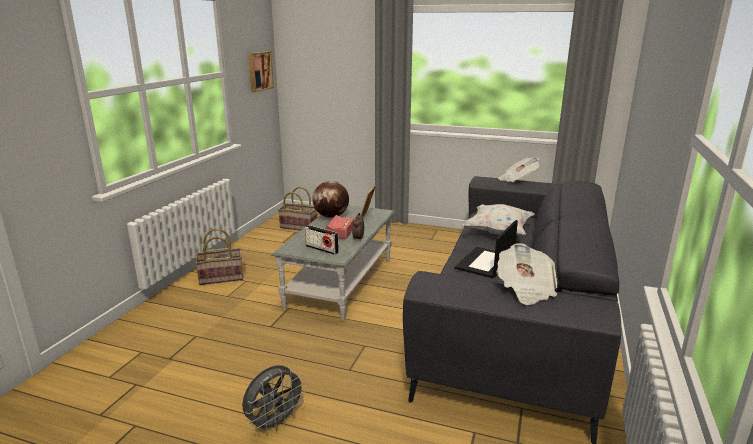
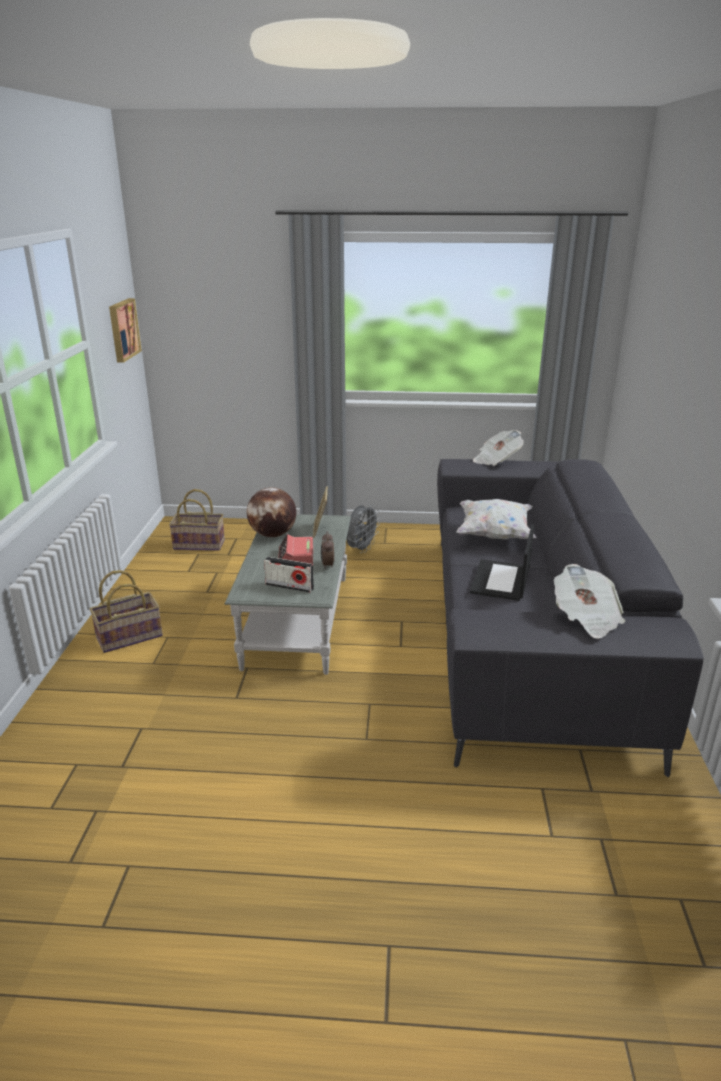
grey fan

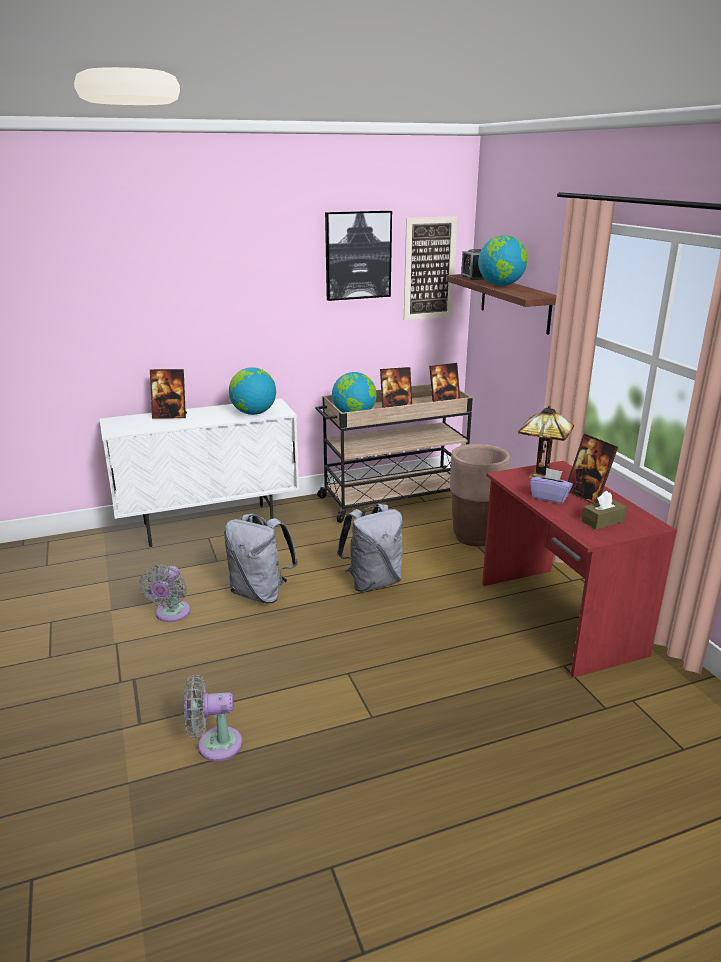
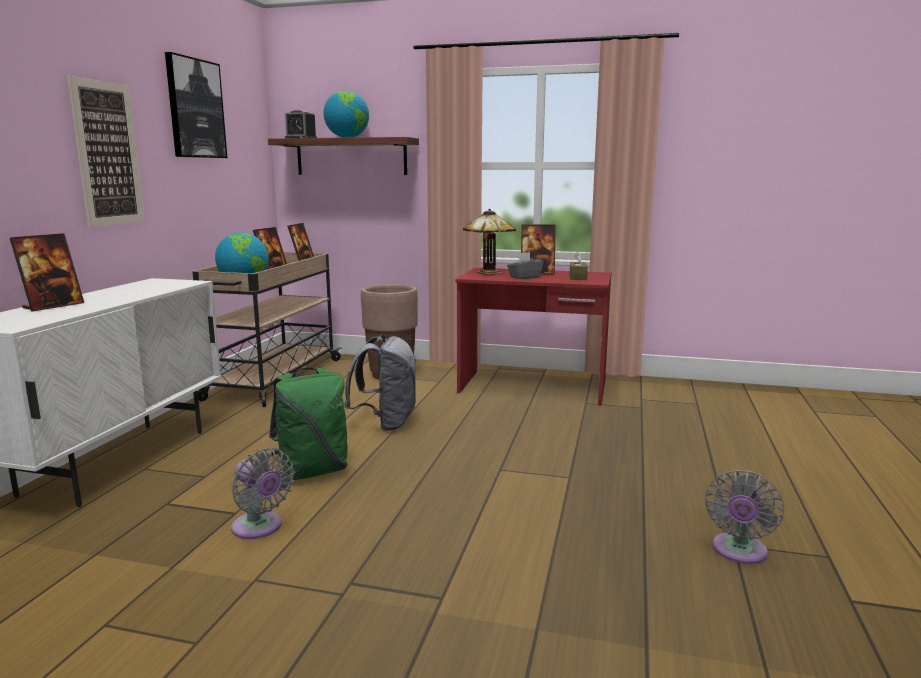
globe (1st from left in the first image)
grey fan (2nd from left)
picture (1st from left)
green backpack
grey tissue box

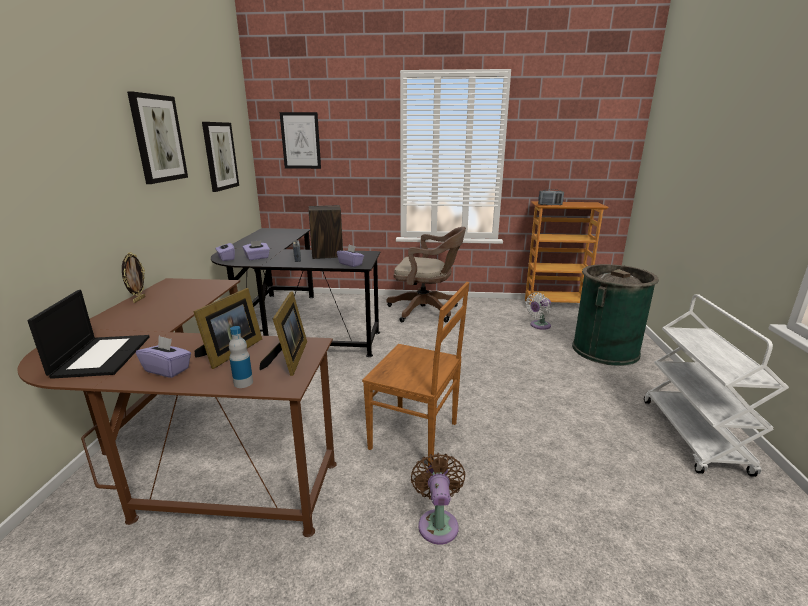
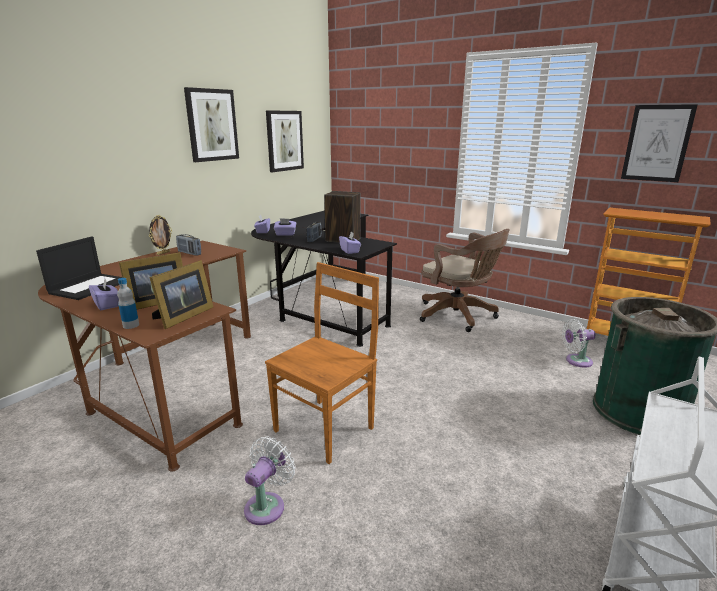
picture (3rd from left)
radio (1st from left)
white fan (1st from left)
brown chair

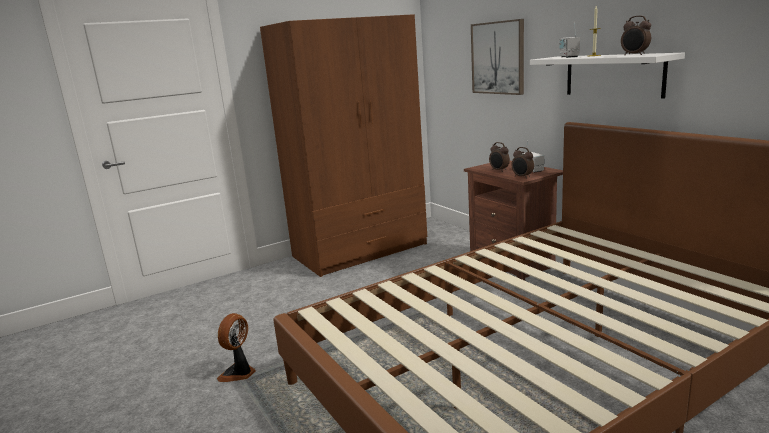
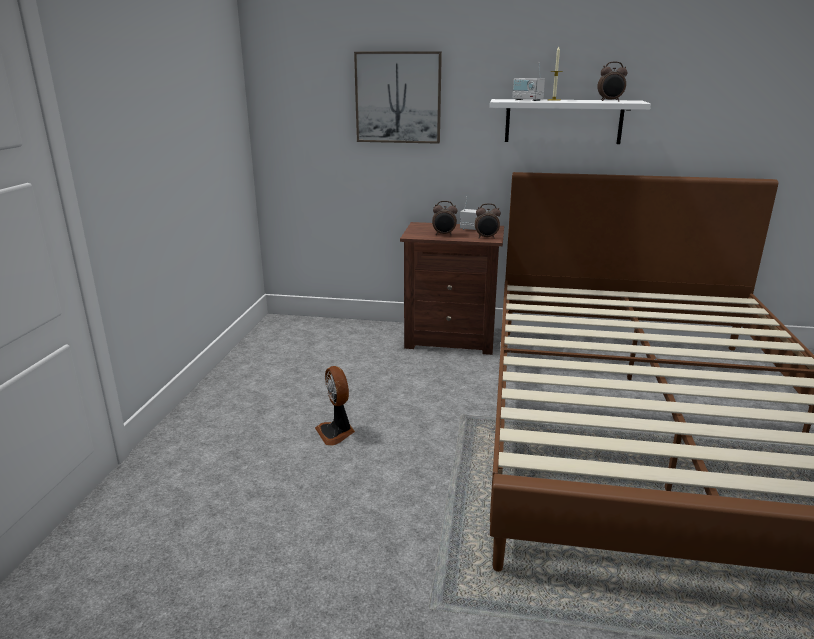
brown wardrobe
fan

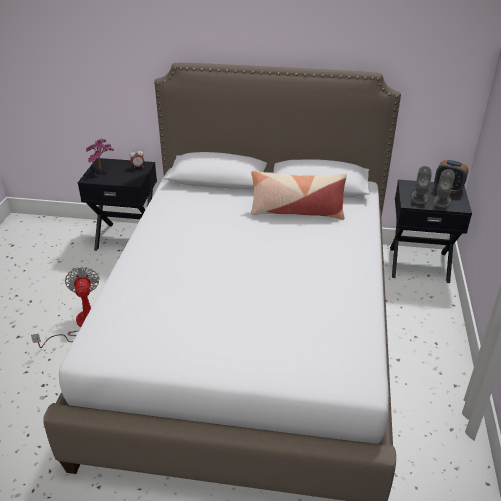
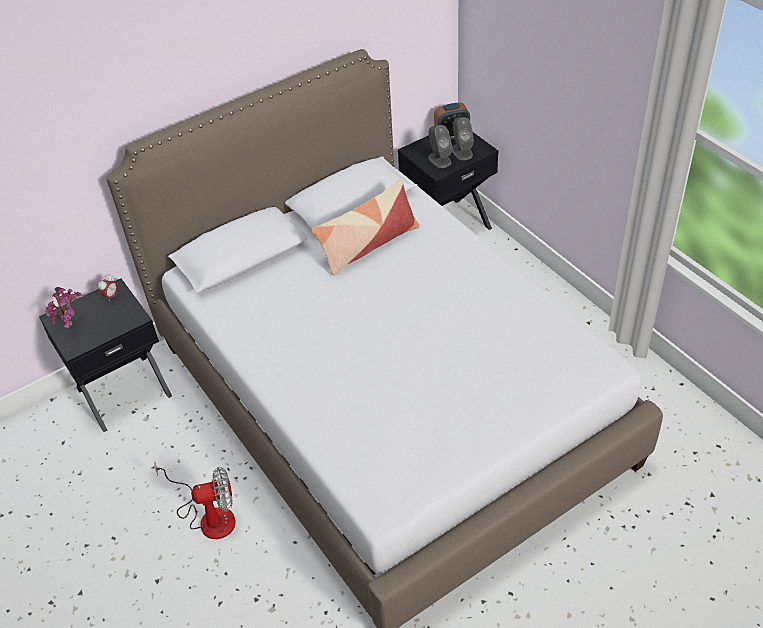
fan

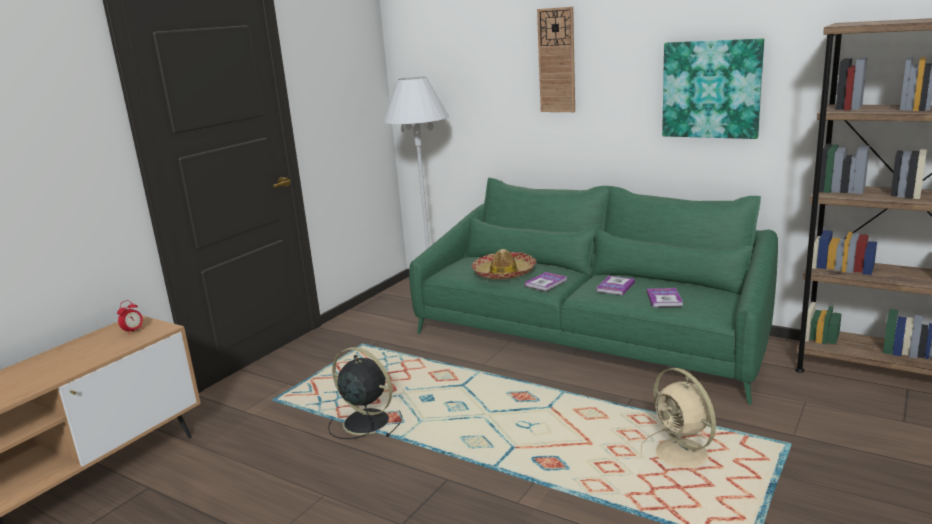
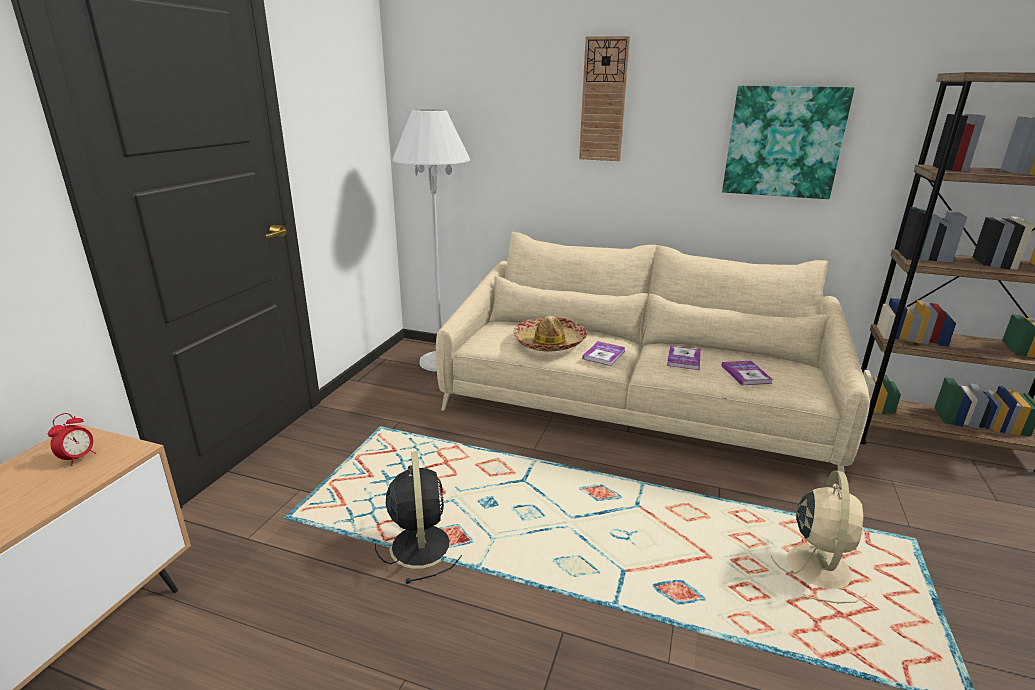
beige sofa
black fan
beige fan

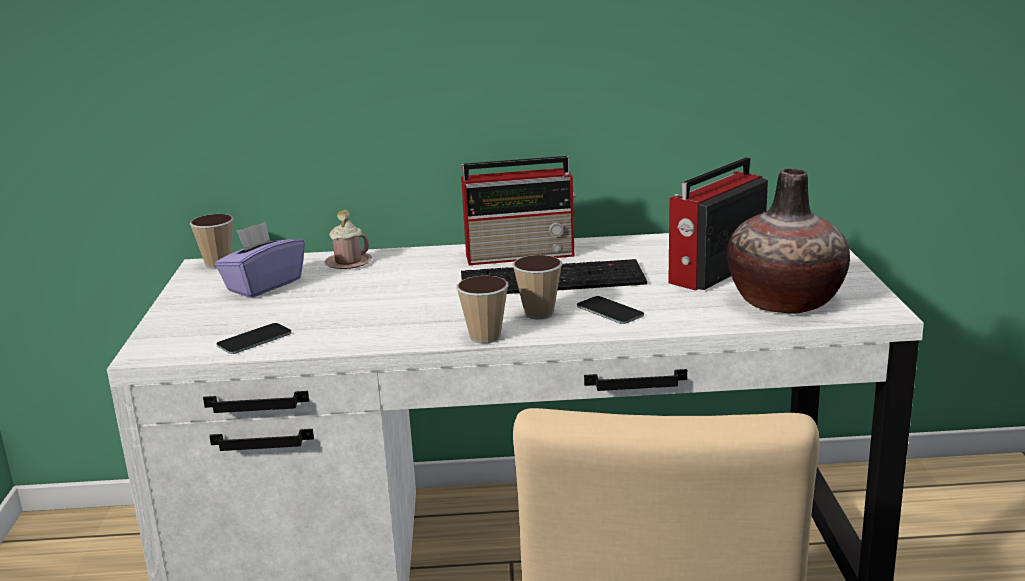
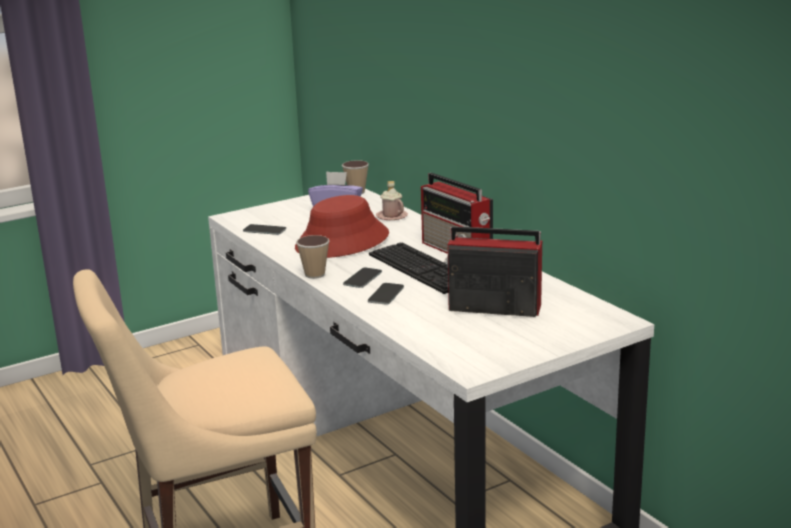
vase
red hat
phone (2nd from left)

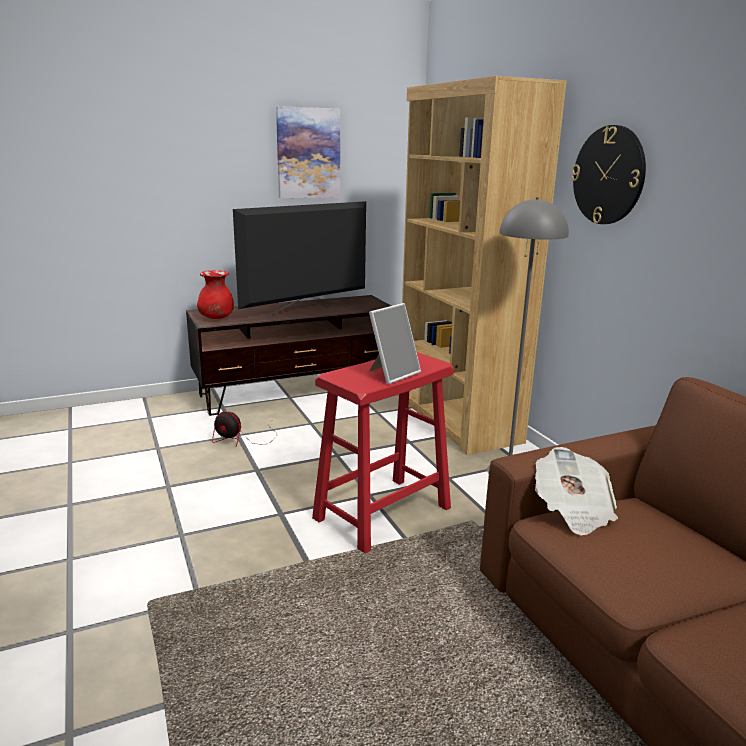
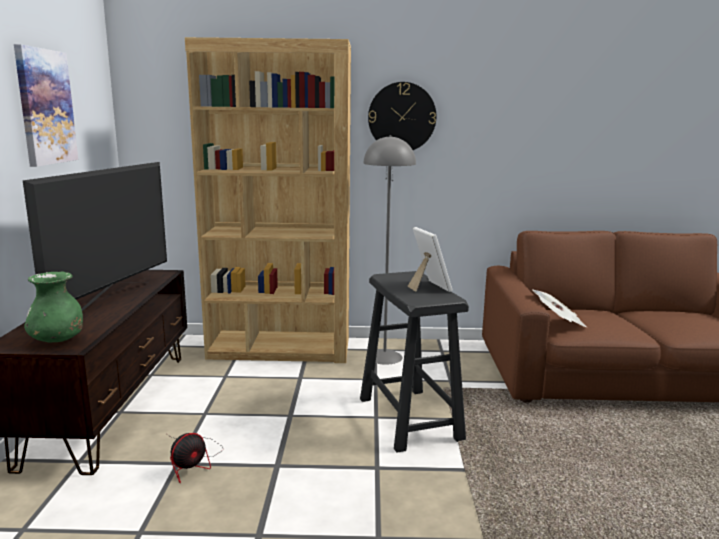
green vase
black stool
television

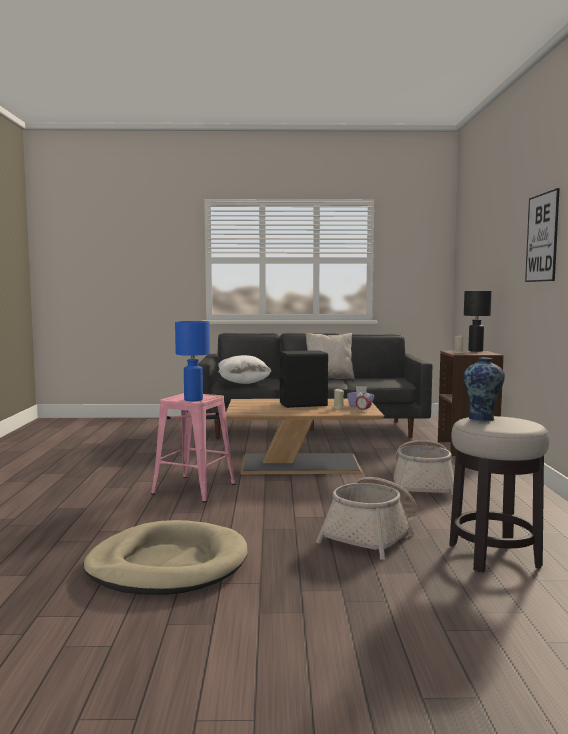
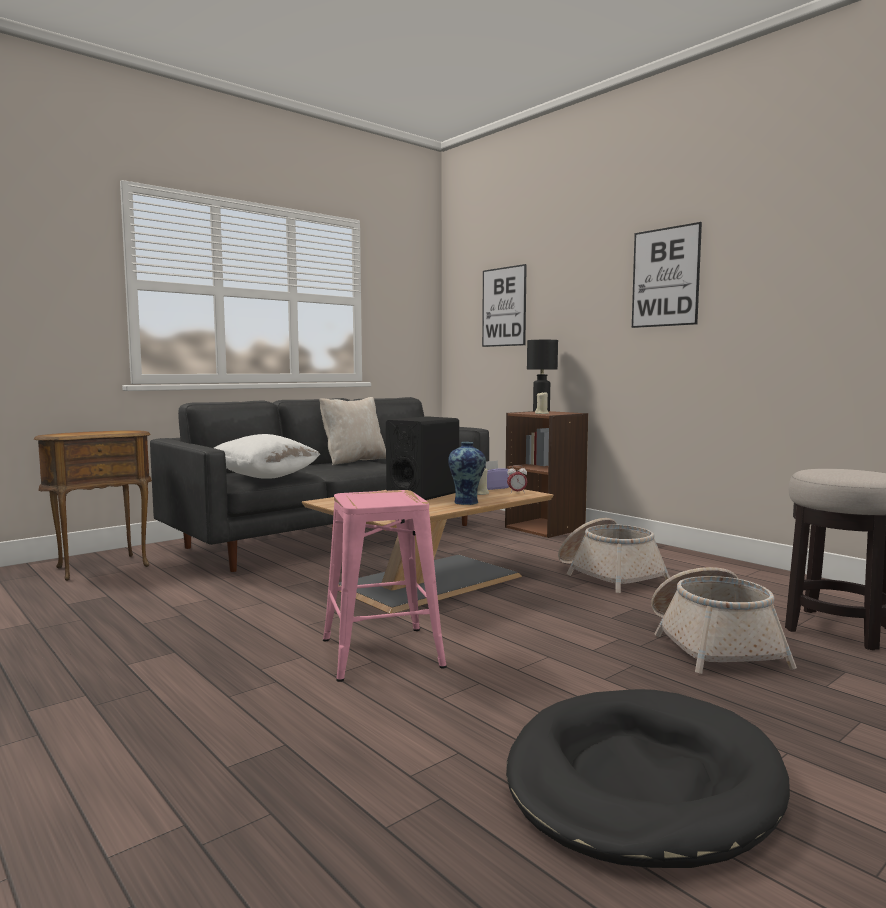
blue table lamp
brown side table
picture (1st from left)
vase
black dog bed

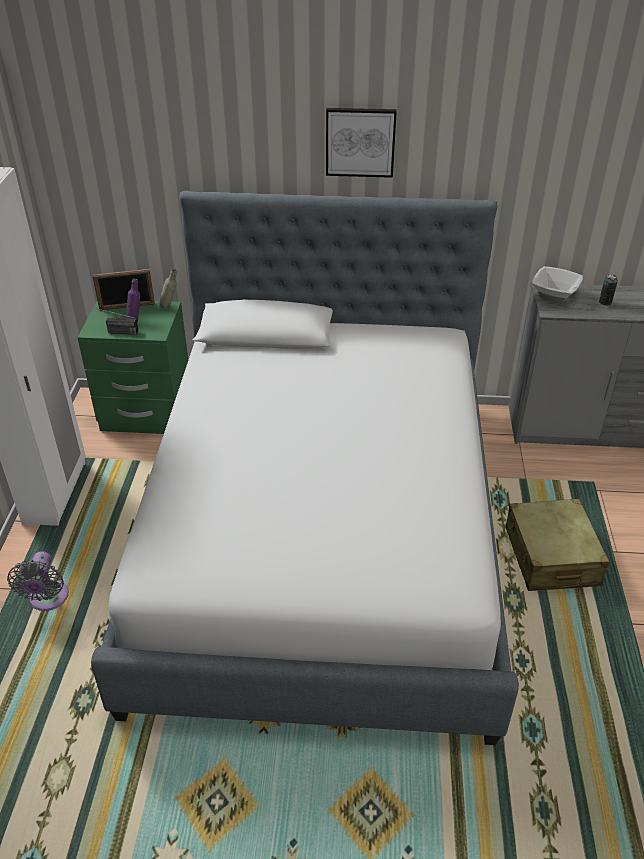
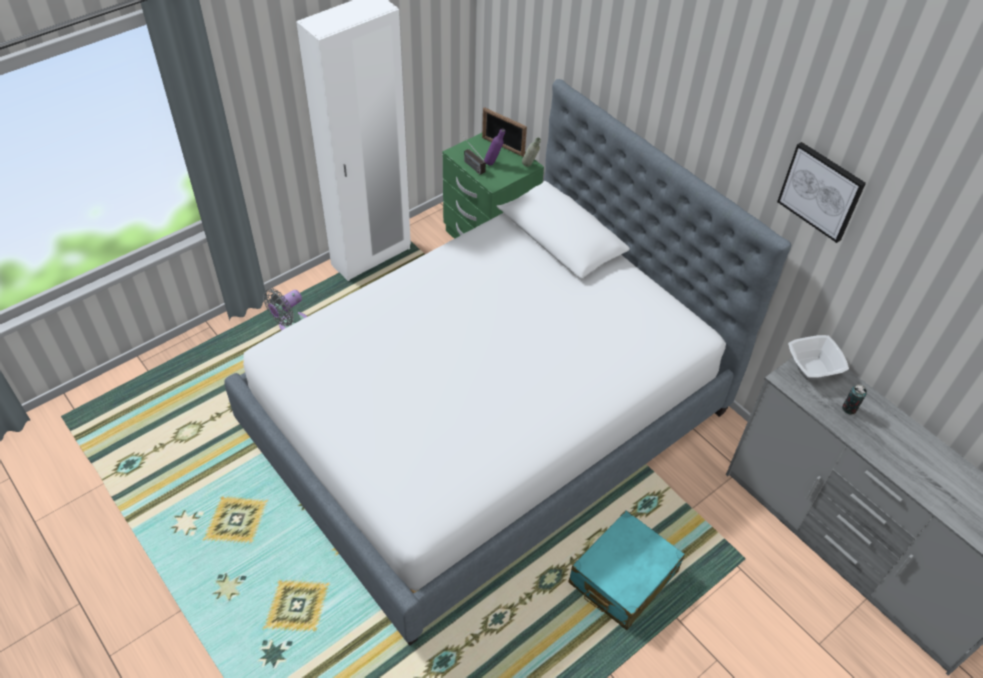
picture
turquoise suitcase

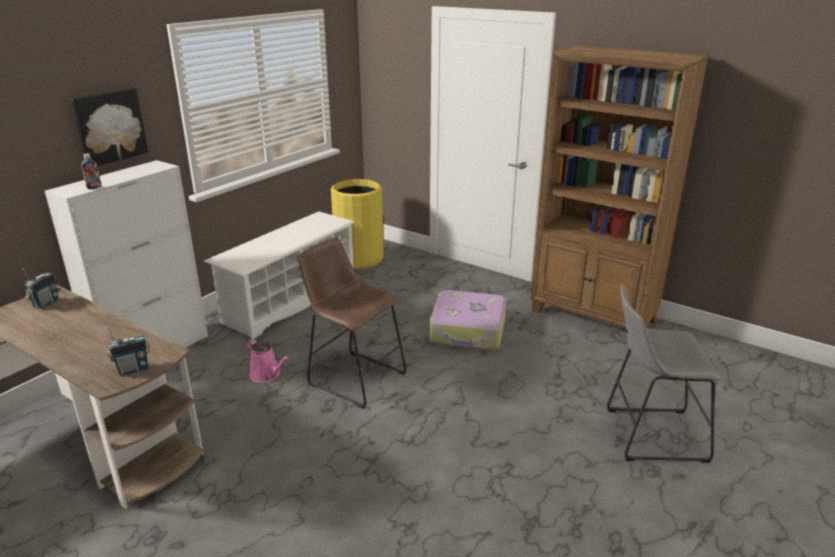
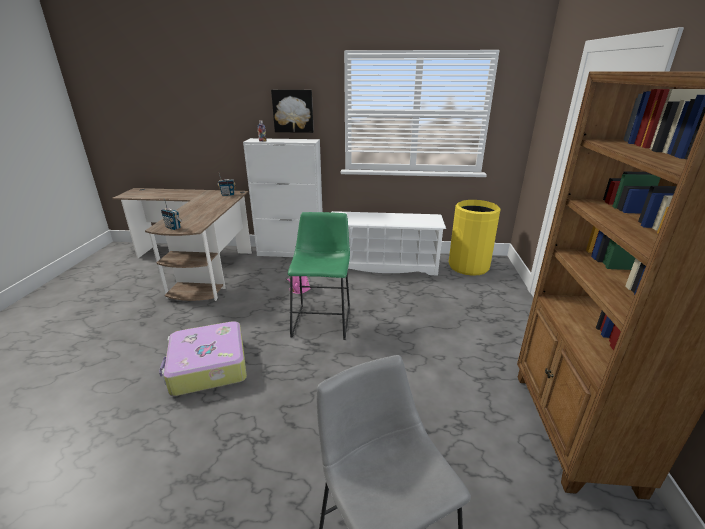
suitcase
green stool

